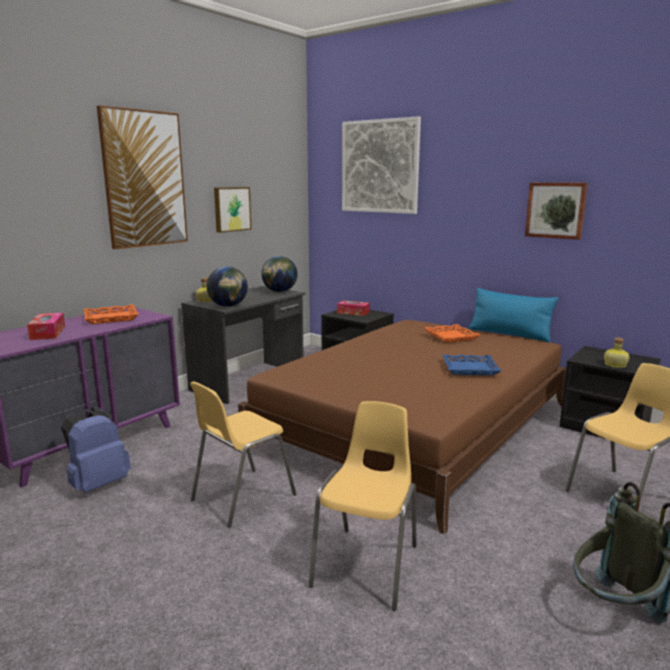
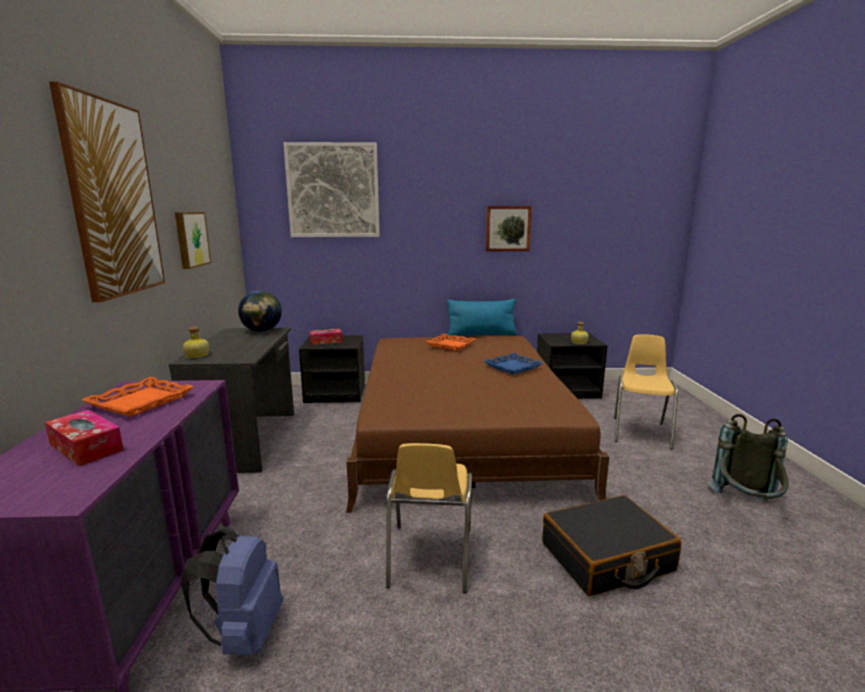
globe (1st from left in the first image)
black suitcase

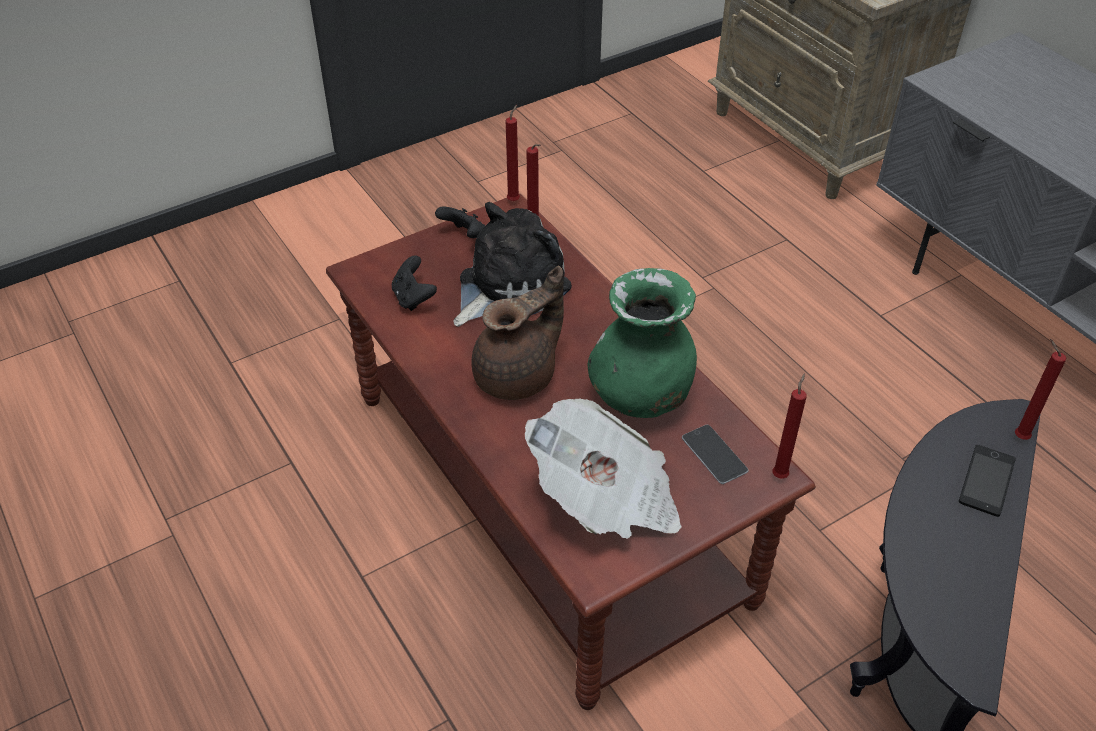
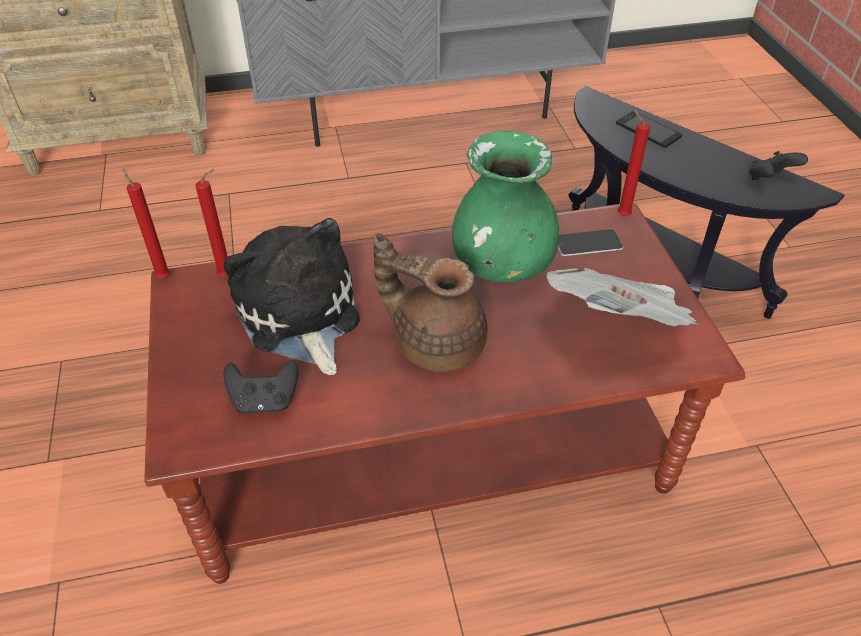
red candle (4th from left in the first image)
black game controller (2nd from left)
brown teapot

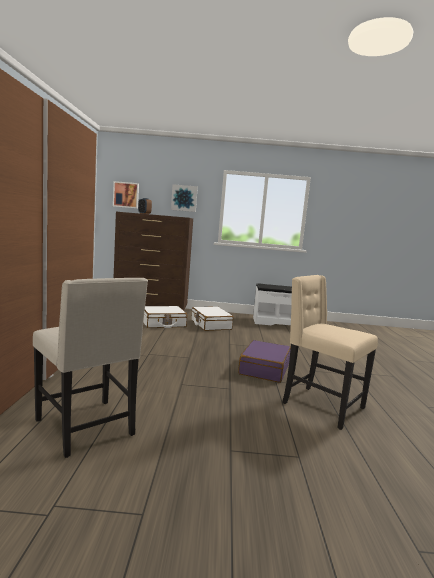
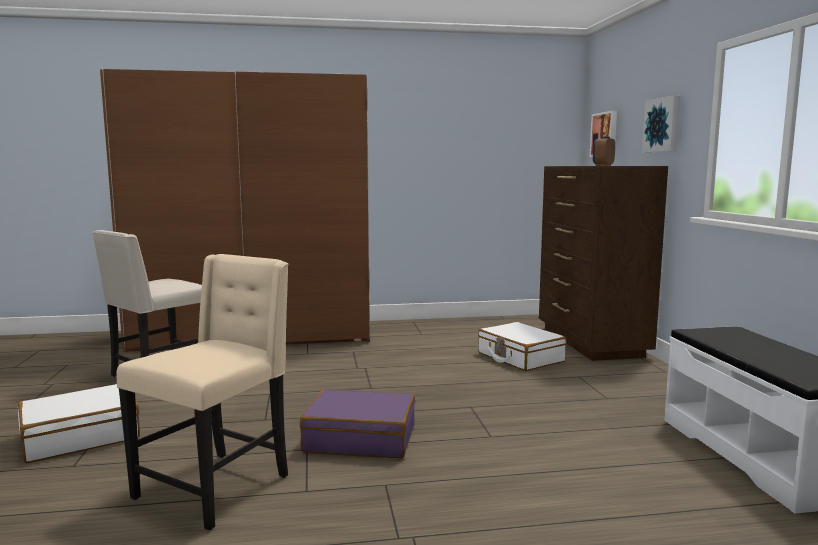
white suitcase (1st from left)

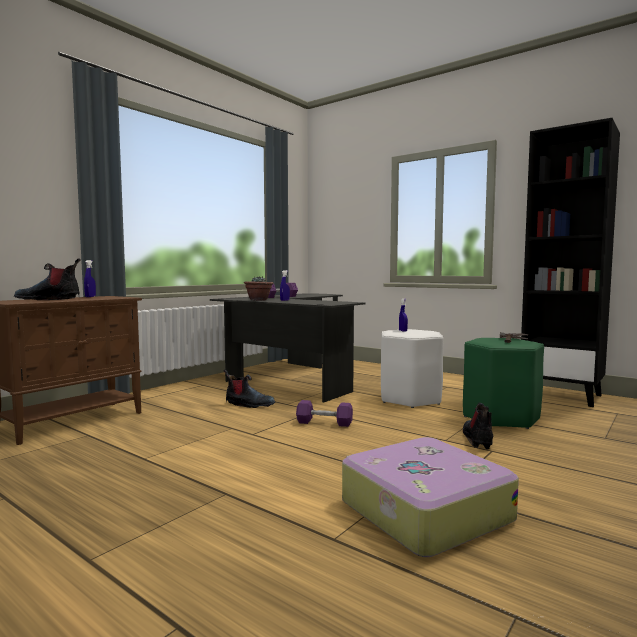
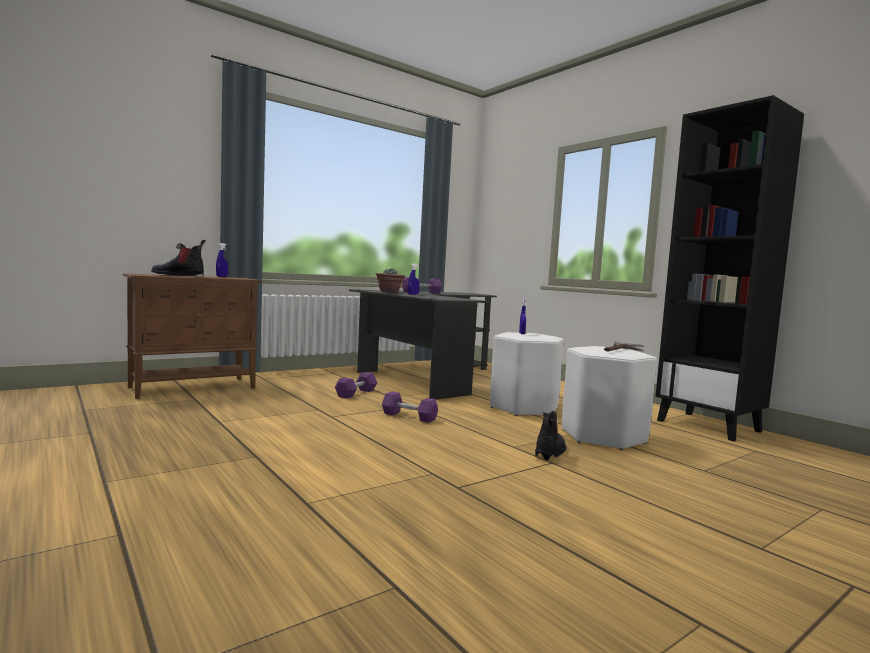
suitcase
purple dumbbell (1st from left)
white stool (2nd from left)

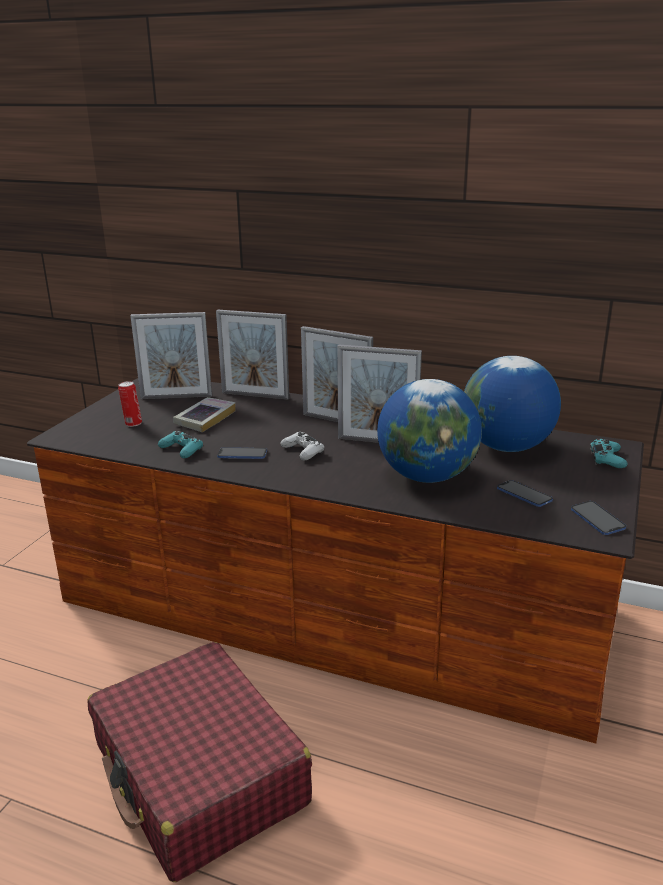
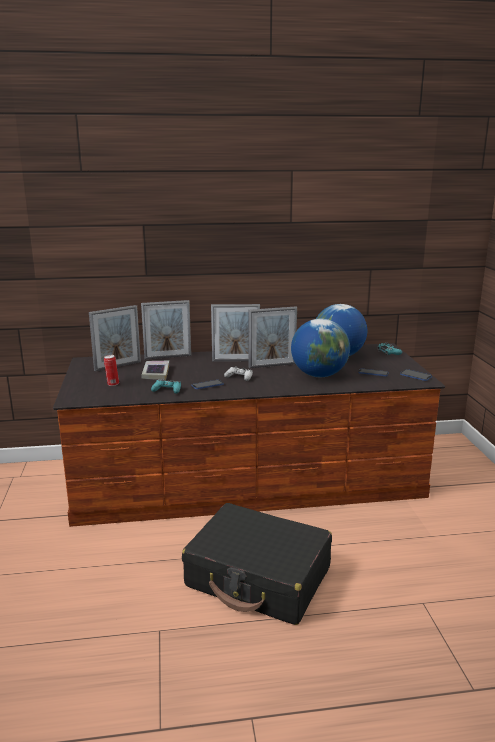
black suitcase

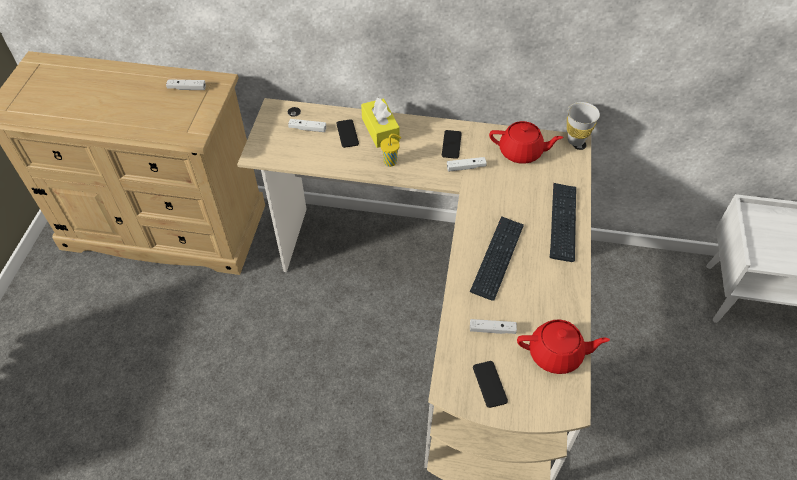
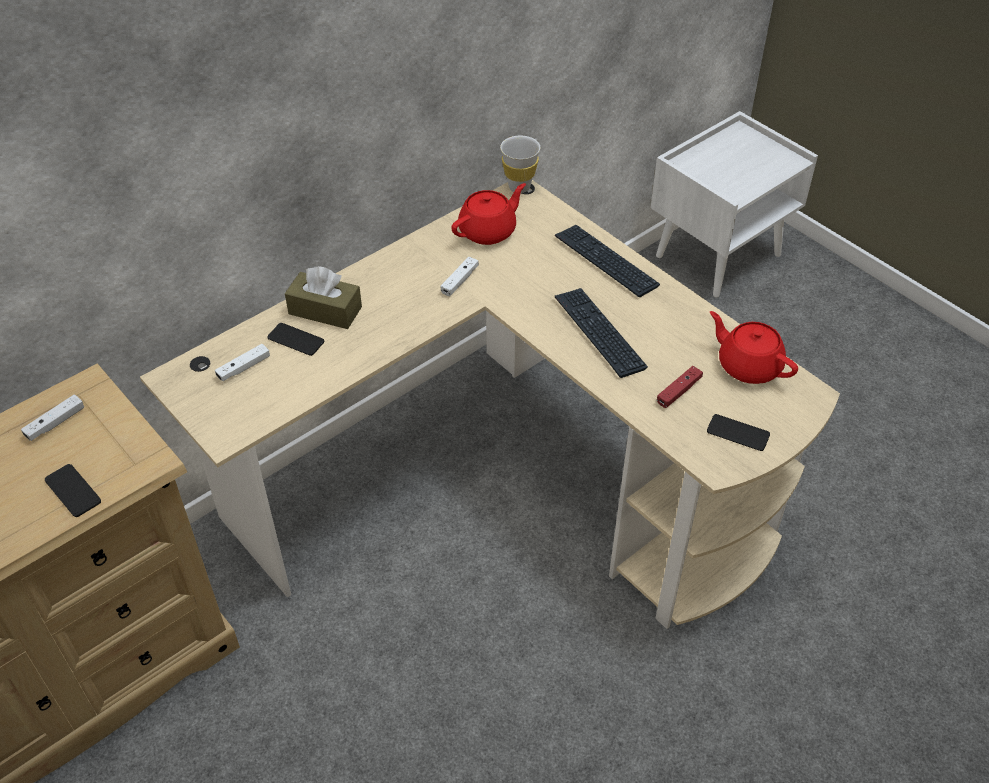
yellow cup
phone (1st from left)
brown tissue box
red game controller
red teapot (2nd from left)

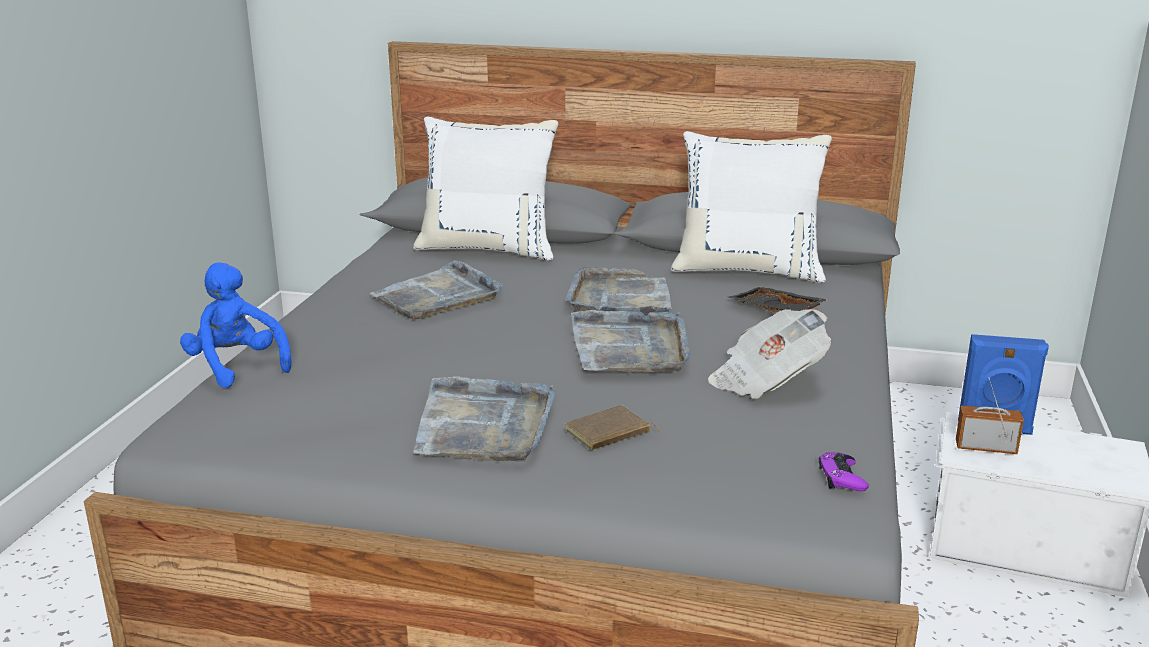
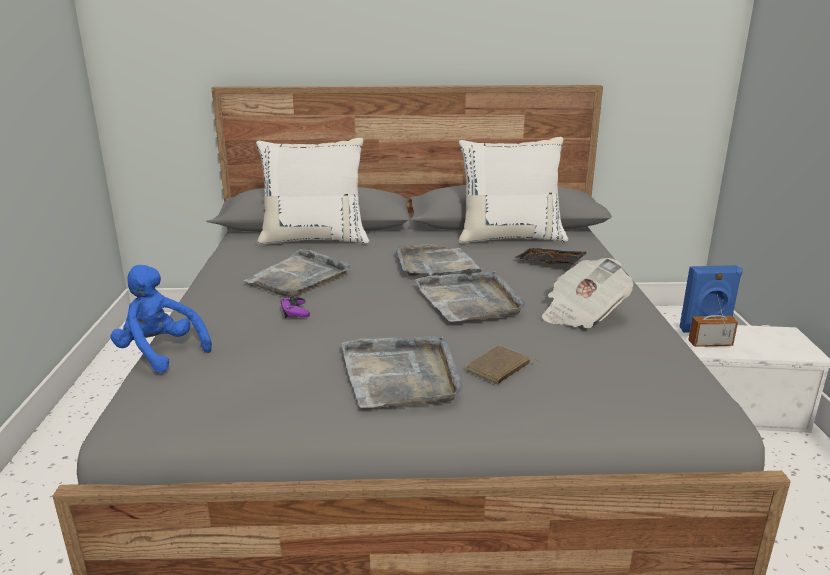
purple game controller

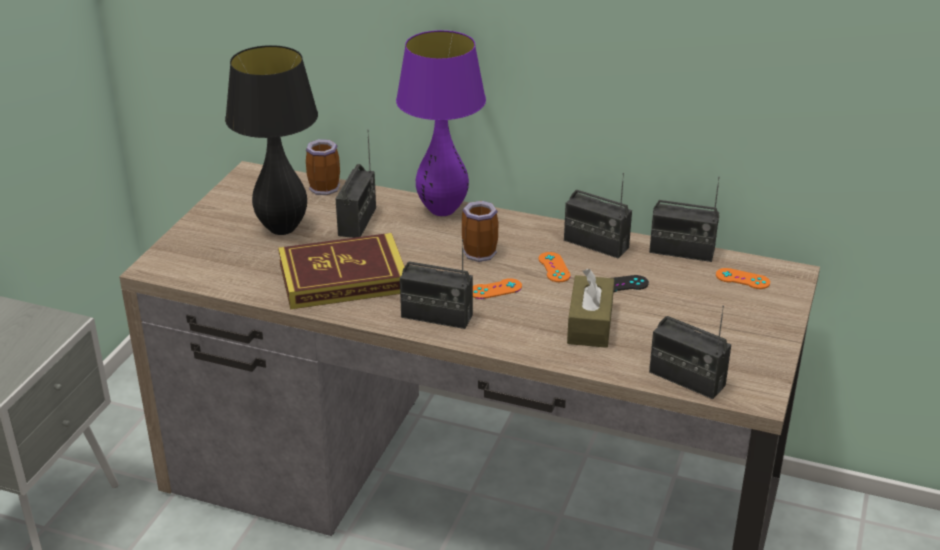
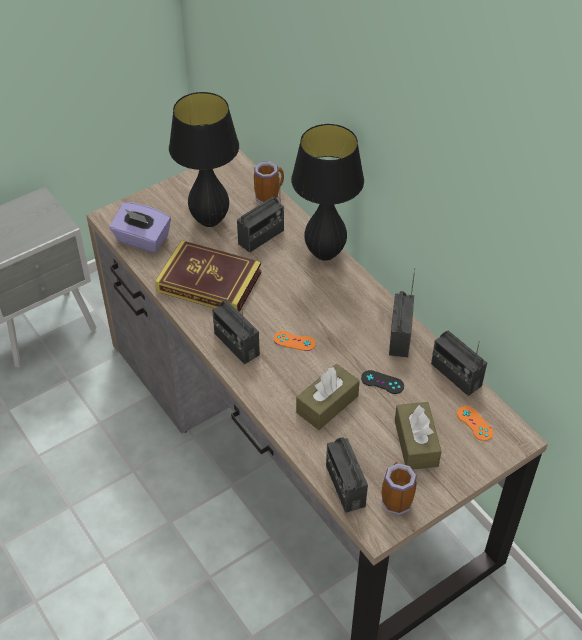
orange game controller (2nd from left in the first image)
purple tissue box
brown tissue box (2nd from left)
mug (2nd from left)
black table lamp (2nd from left)
radio (4th from left)

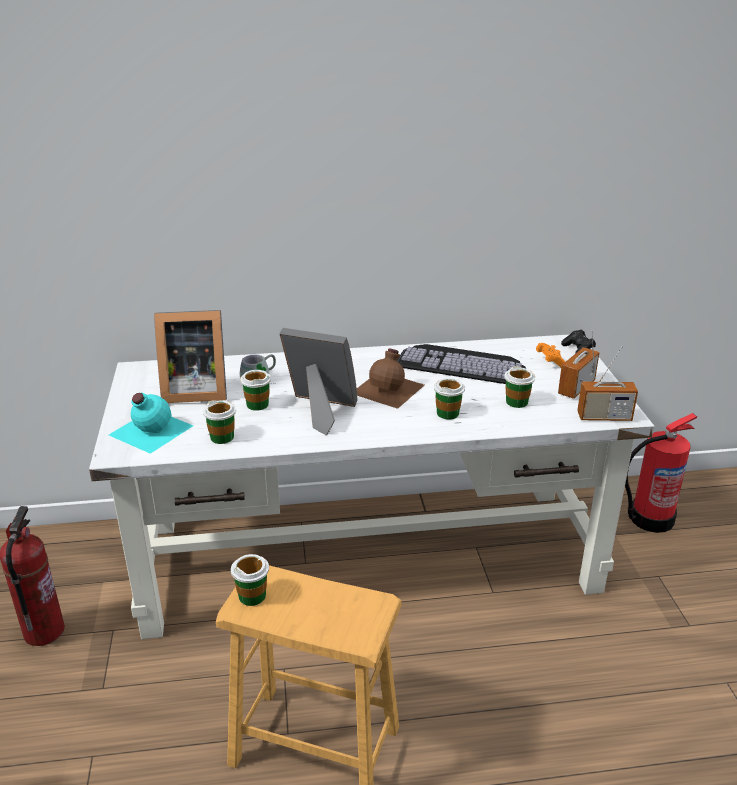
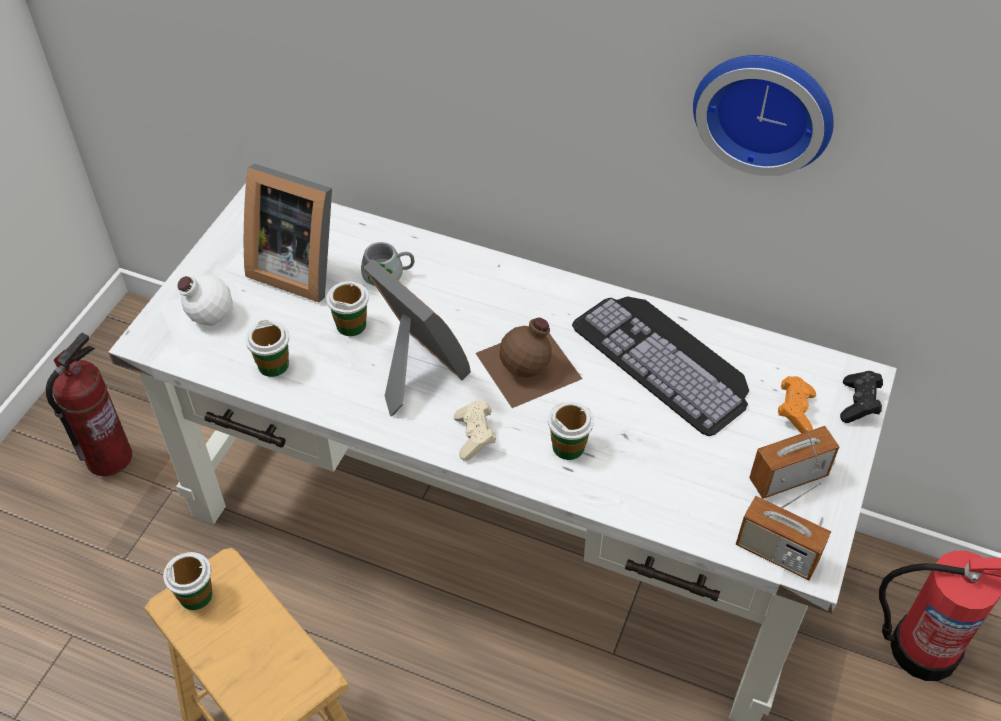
cup (5th from left in the first image)
beige game controller
wall clock
white bottle

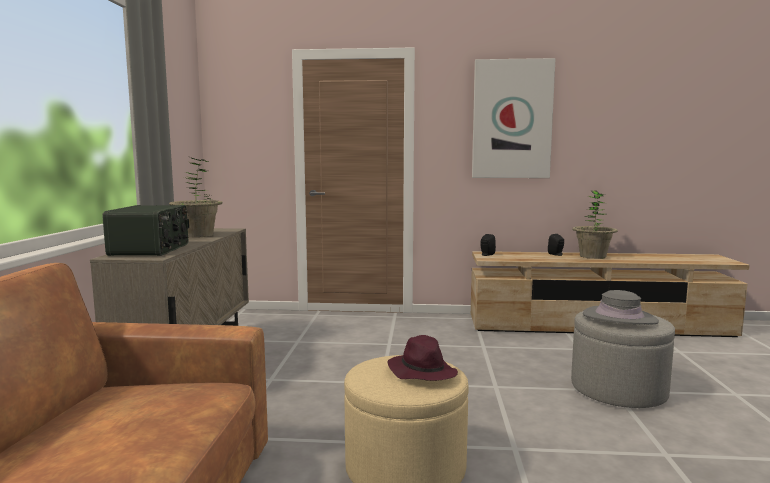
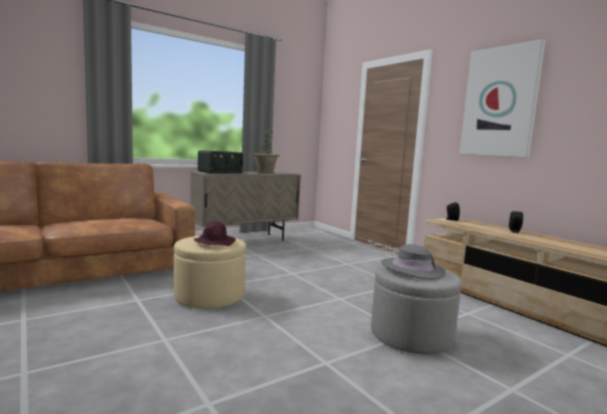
potted plant (2nd from left in the first image)

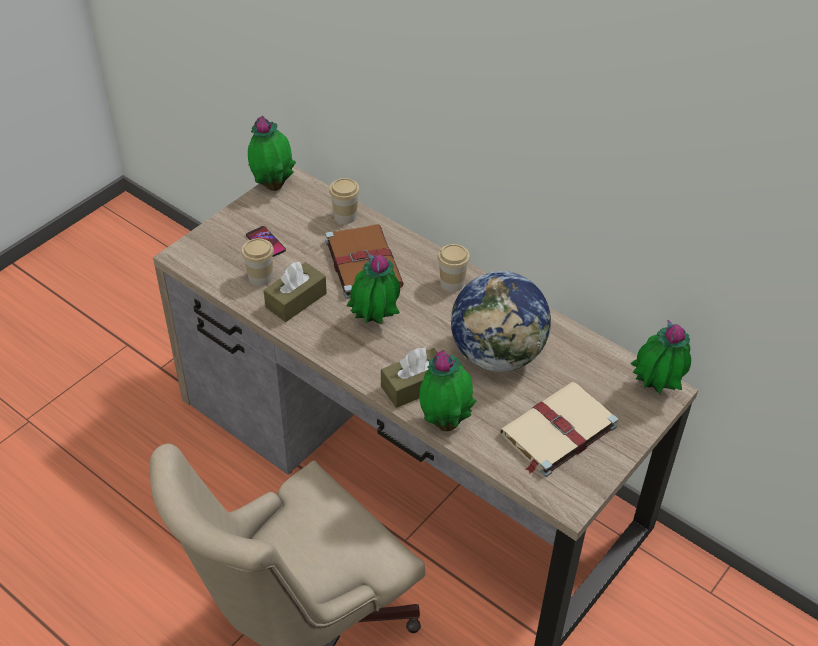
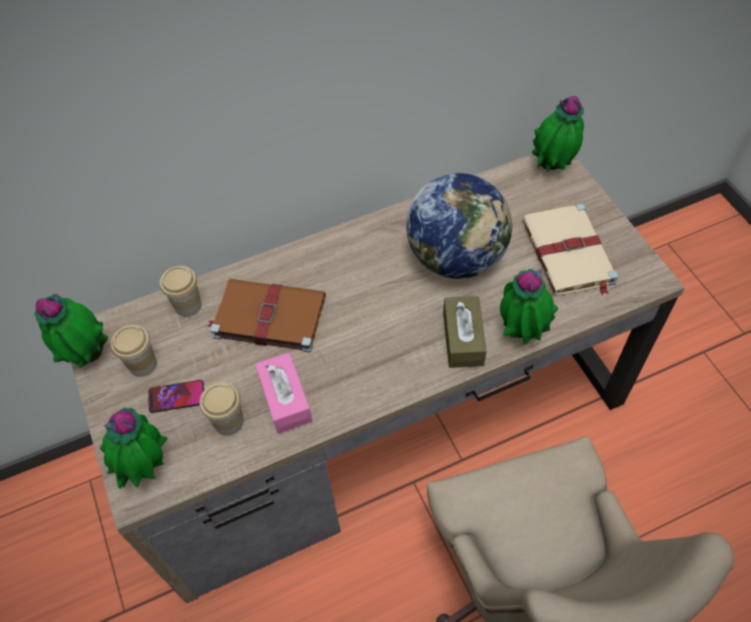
potted plant (2nd from left)
cup (1st from left)
pink tissue box

